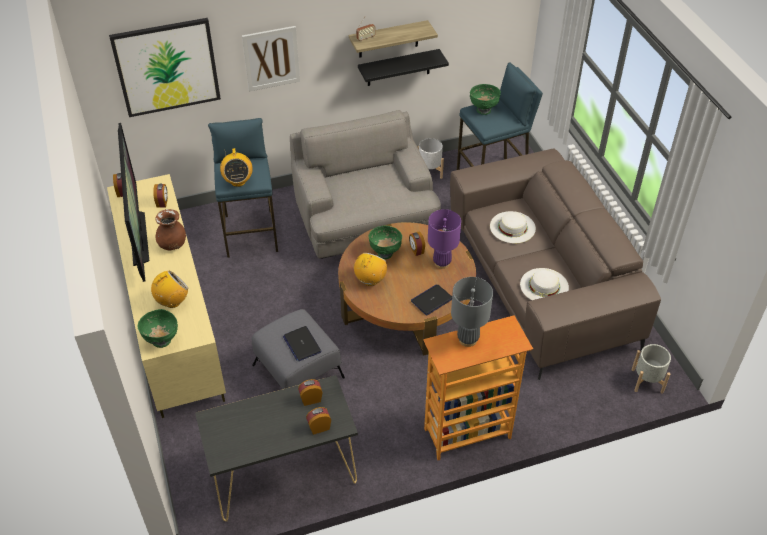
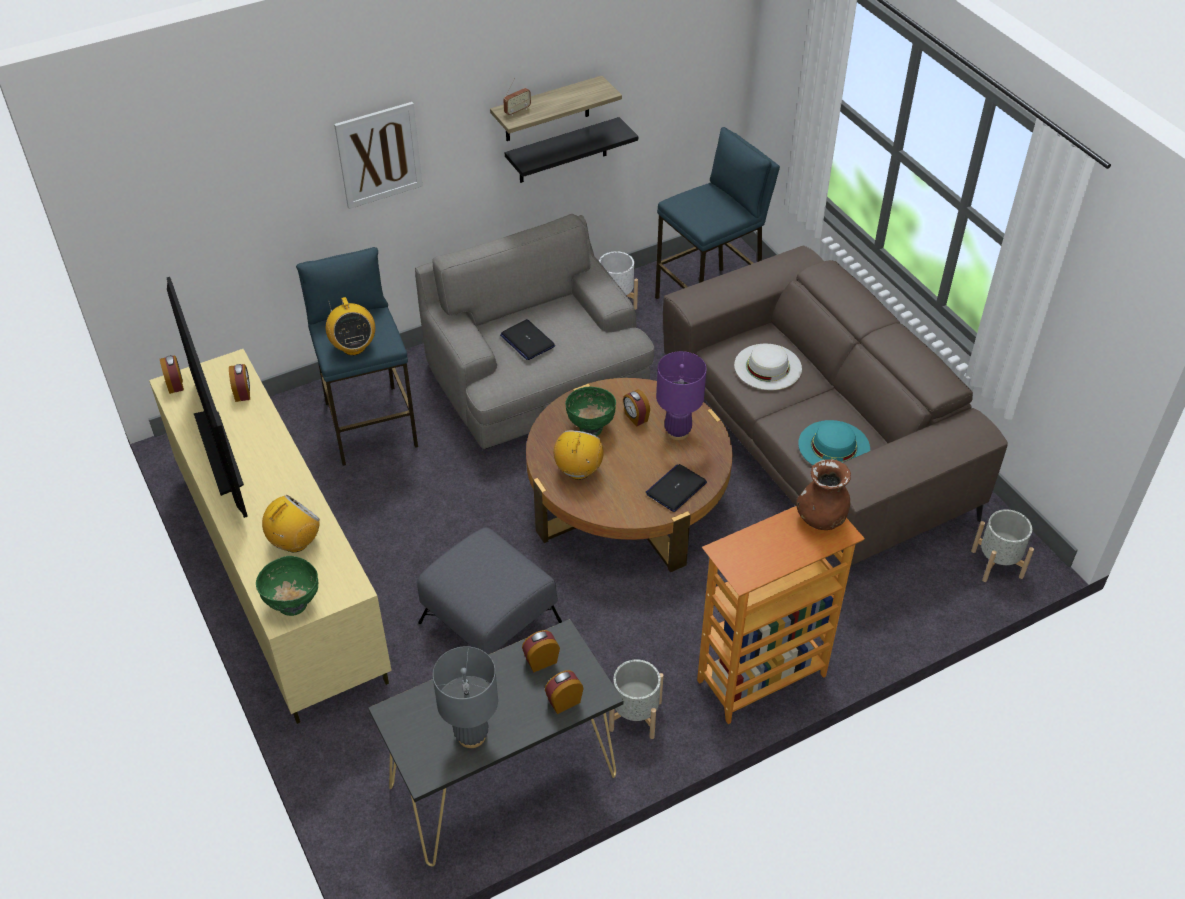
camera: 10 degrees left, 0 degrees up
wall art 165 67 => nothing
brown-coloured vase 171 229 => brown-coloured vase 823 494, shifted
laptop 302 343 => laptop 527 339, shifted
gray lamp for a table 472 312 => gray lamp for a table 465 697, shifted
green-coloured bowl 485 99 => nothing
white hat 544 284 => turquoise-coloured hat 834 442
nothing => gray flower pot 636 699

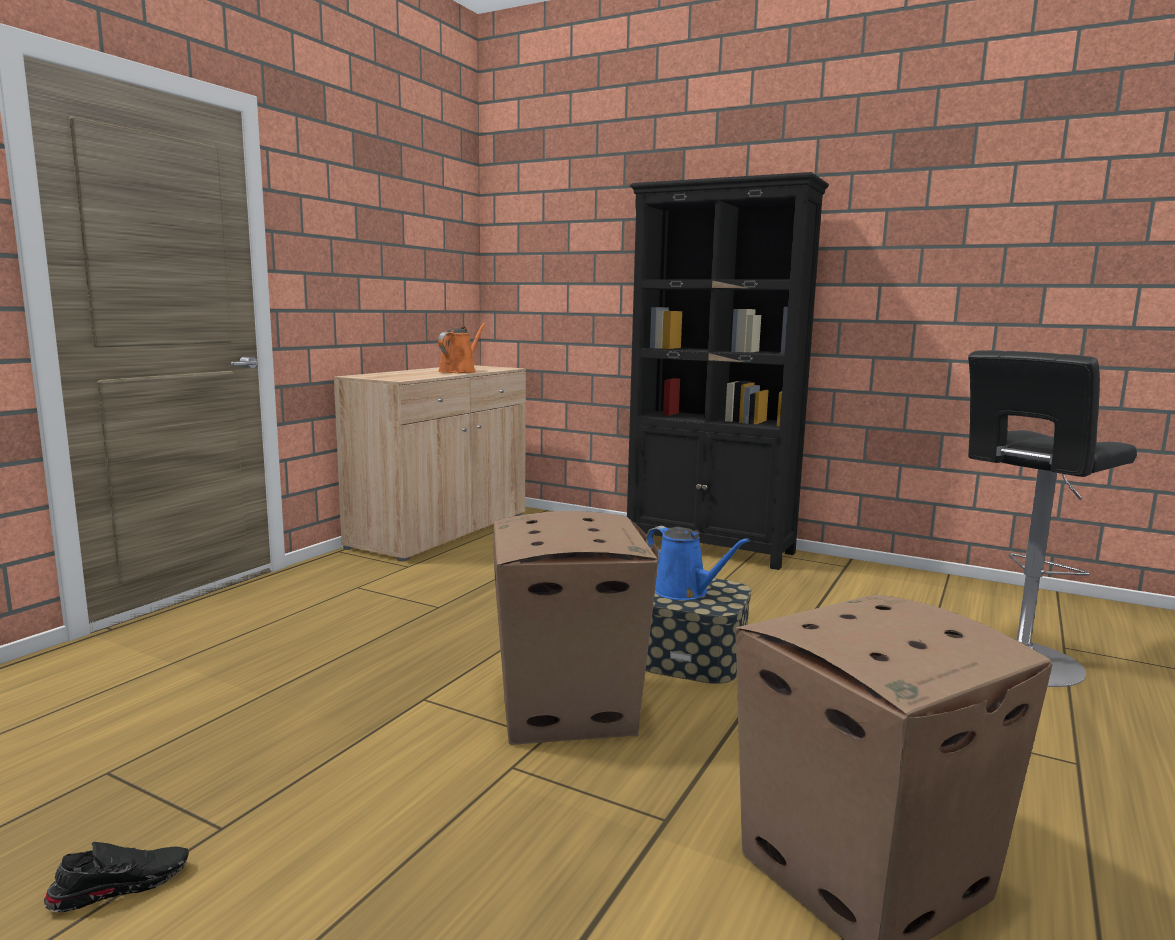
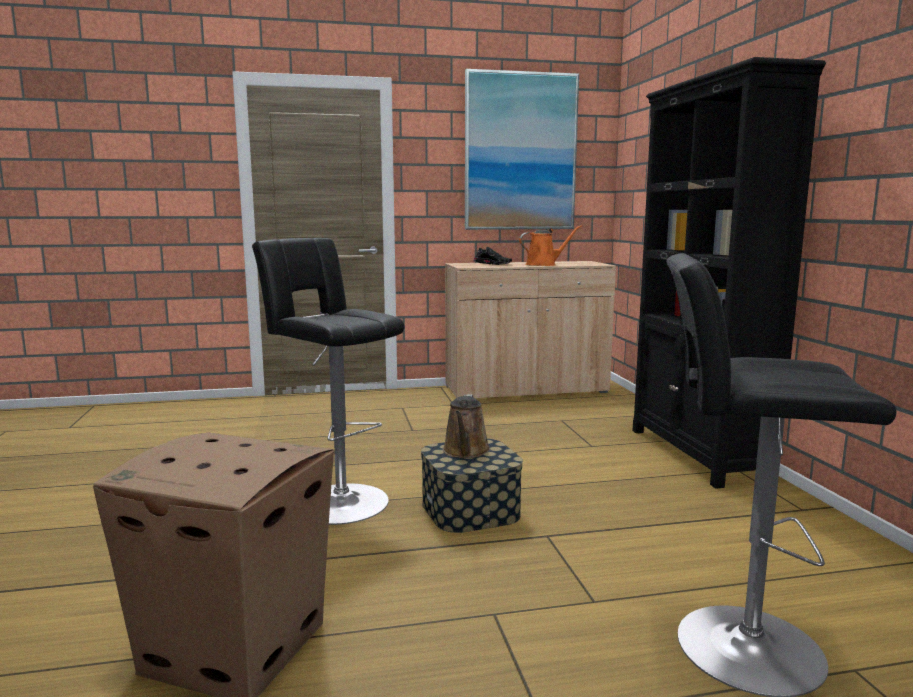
camera: 50 degrees right, 0 degrees up
black shoe 116 877 => black shoe 493 256, shifted
cardboard box 576 628 => black sitting stool 328 381
bluish watering can 698 563 => brown-coloured watering can 466 426
nothing => wall art 522 149

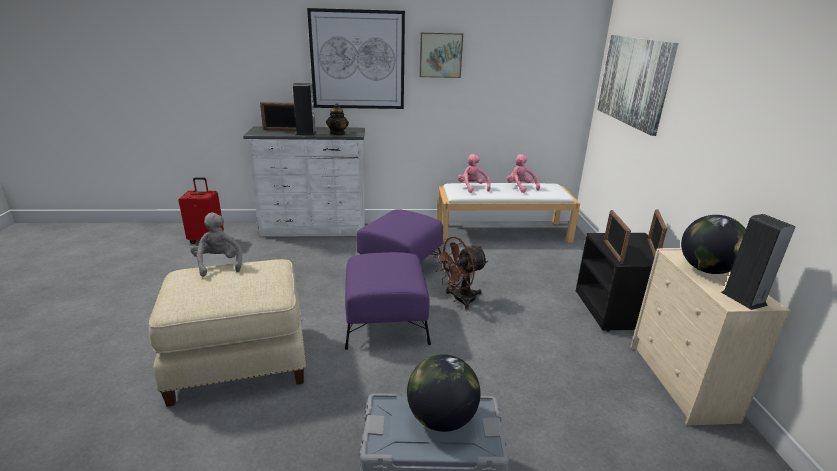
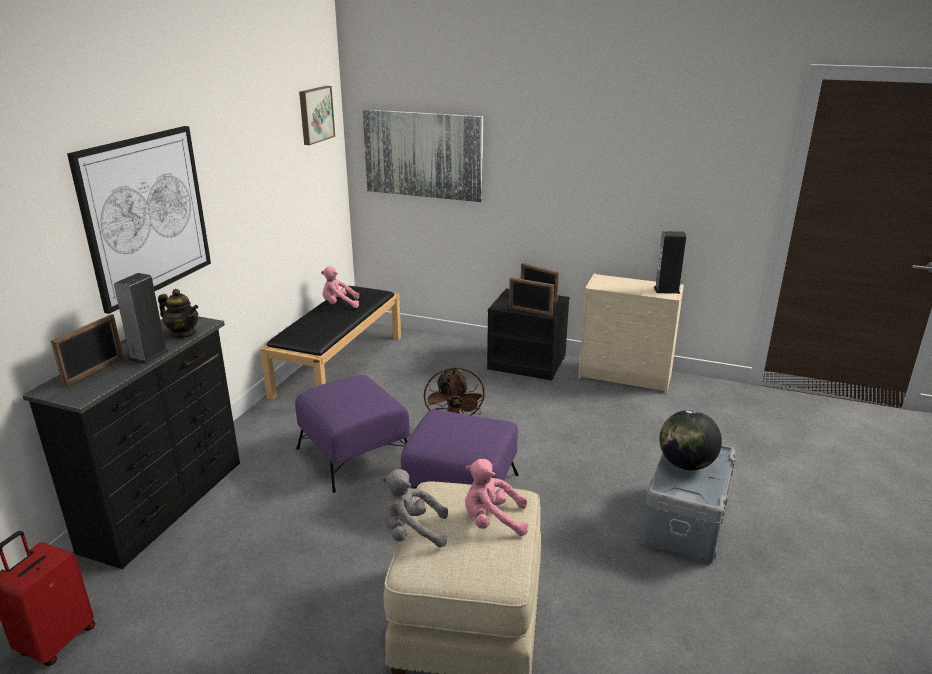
camera: 65 degrees left, 0 degrees up
white dresser 304 182 => black dresser 131 442
wall art 441 55 => wall art 317 115, shifted
white bench 508 213 => black bench 330 343
pink cuddly toy 474 173 => pink cuddly toy 496 497, shifted
world globe 713 244 => nothing

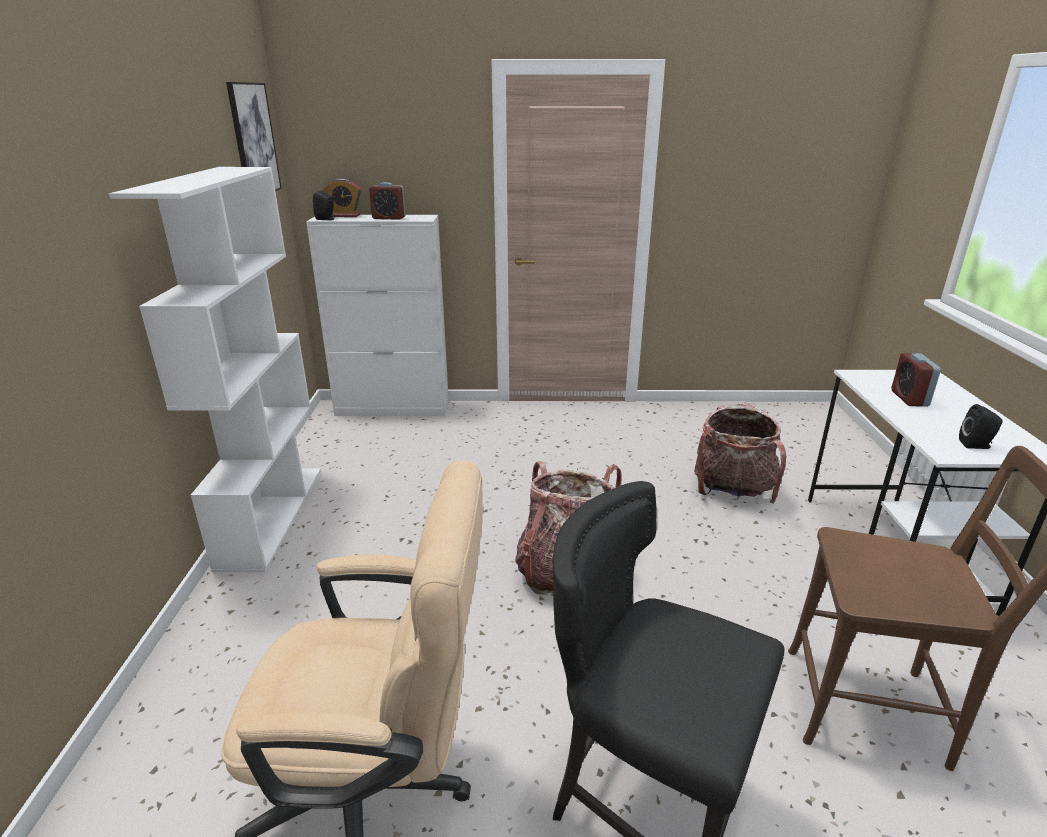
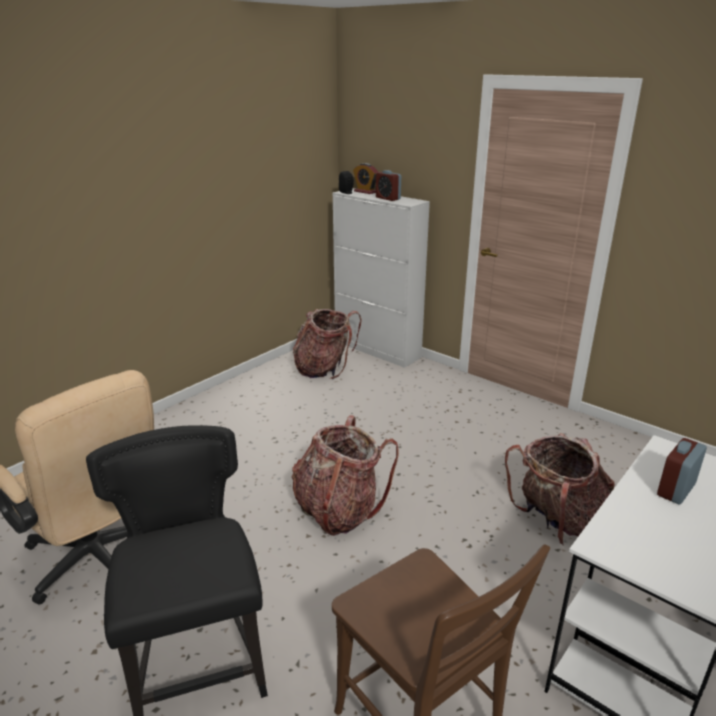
camera: 40 degrees right, 0 degrees up
white bookshelf 215 369 => nothing
wall art 254 136 => nothing
black audio speaker 981 426 => nothing
nothing => backpack 327 344

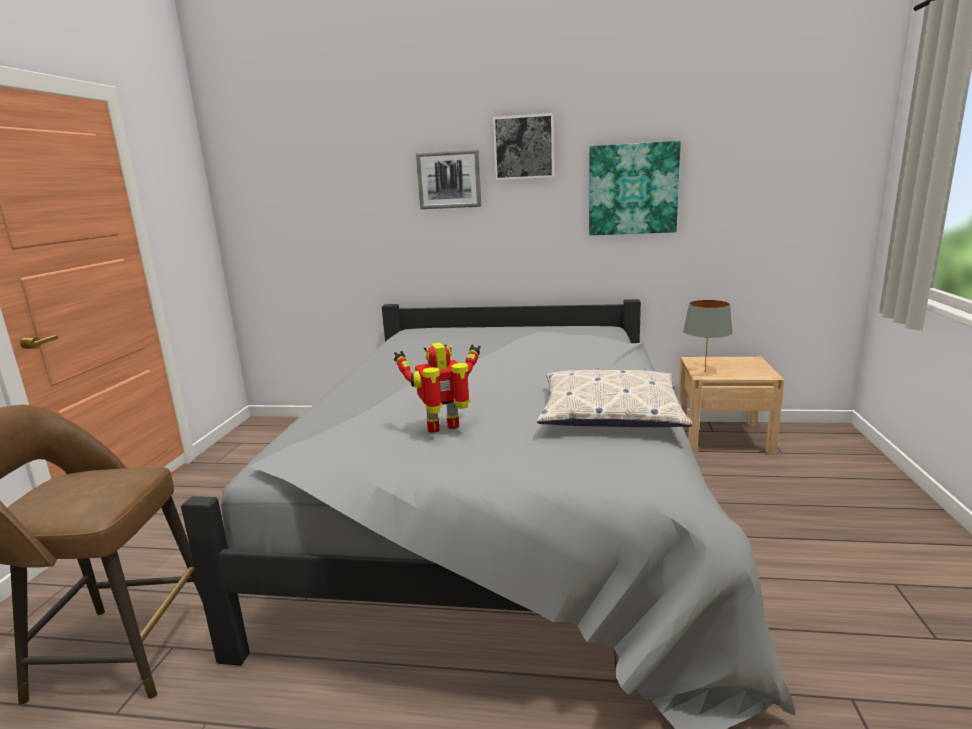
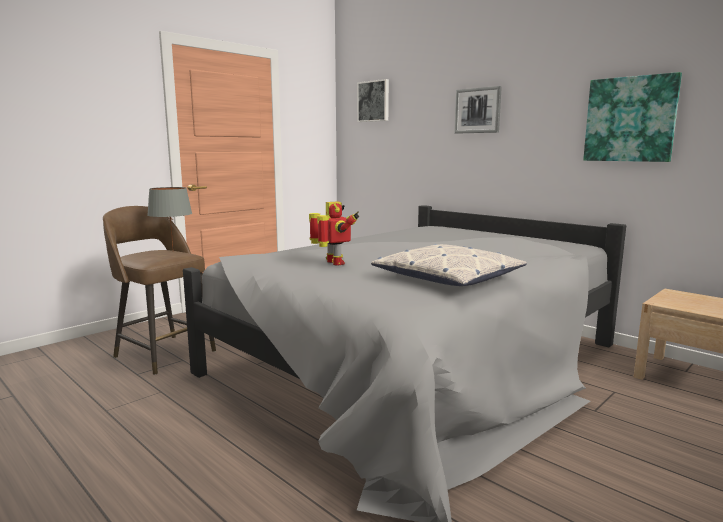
camera: 35 degrees right, 5 degrees down
robot figure 437 387 => robot figure 334 233, 45 degrees clockwise
wall art 523 146 => wall art 373 100, shifted
gray lamp for a table 708 335 => gray lamp for a table 169 217, shifted

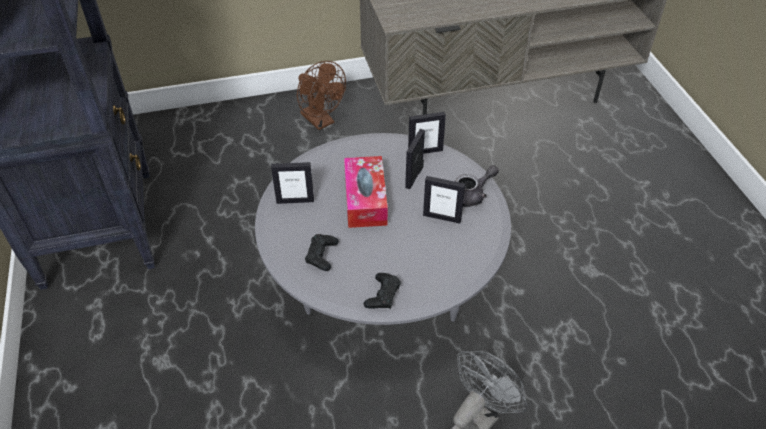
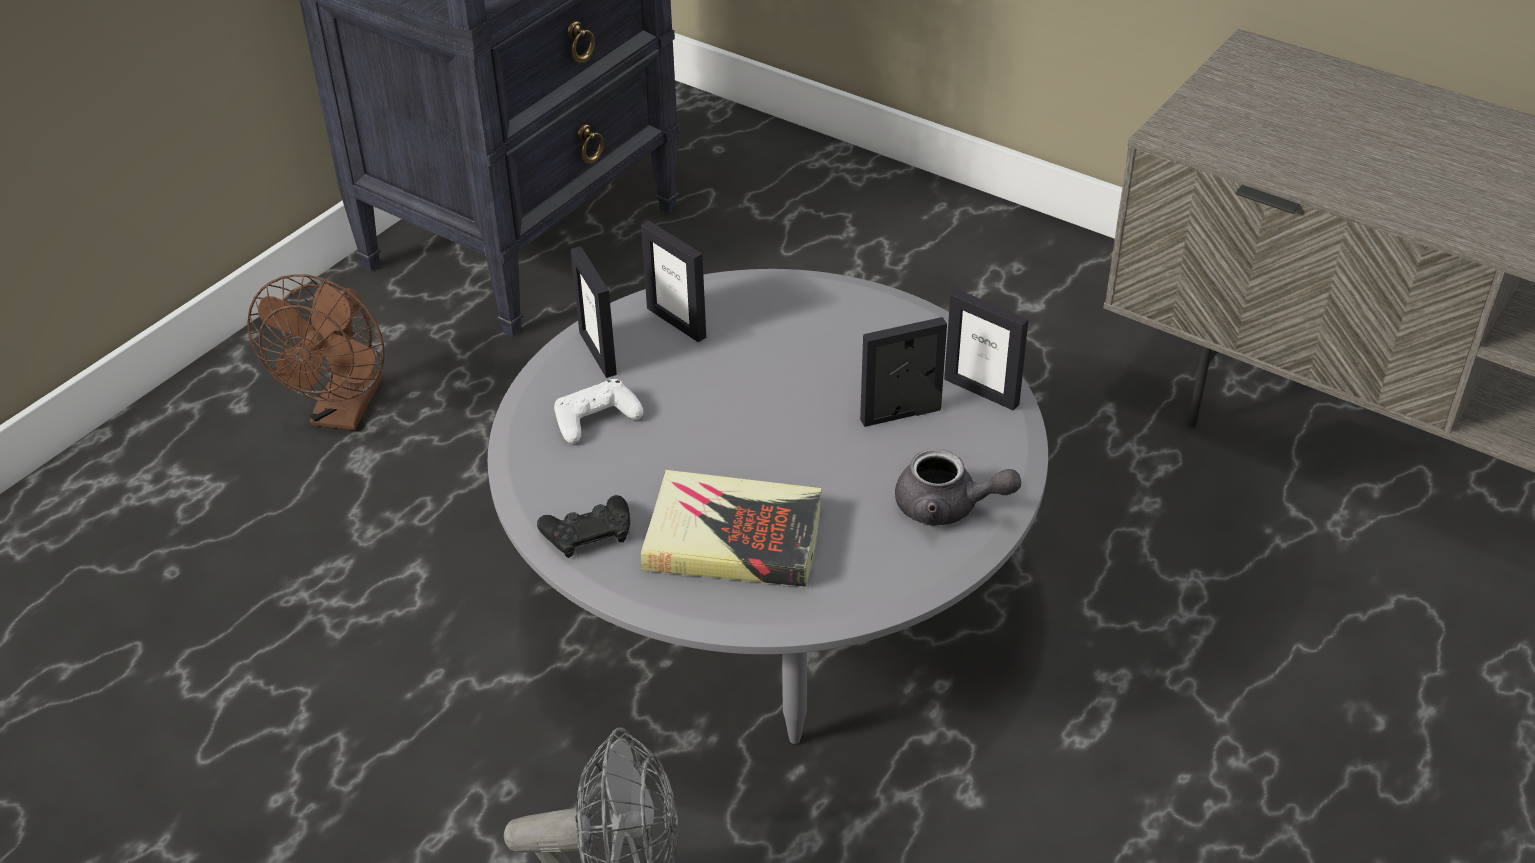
camera: 50 degrees right, 5 degrees down
brown-coloured cooling fan 321 95 => brown-coloured cooling fan 316 352, shifted
black gamepad 322 252 => white gamepad 598 411
box of tissues 366 192 => nothing
photo frame 444 200 => photo frame 593 312, shifted
nothing => volume 731 528

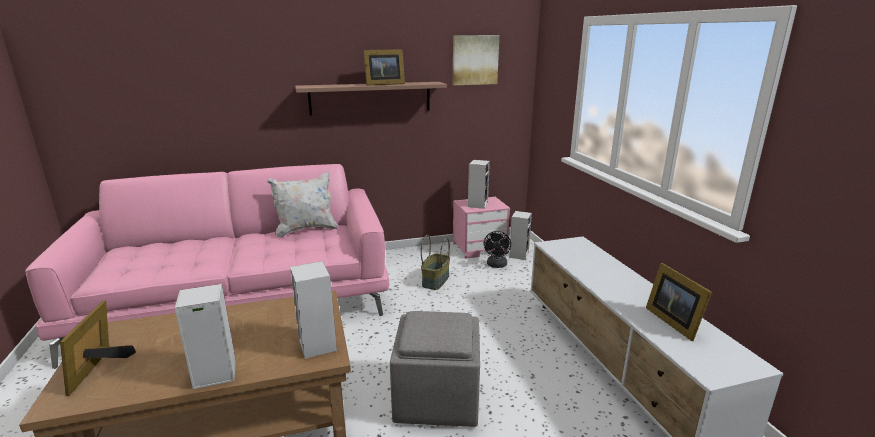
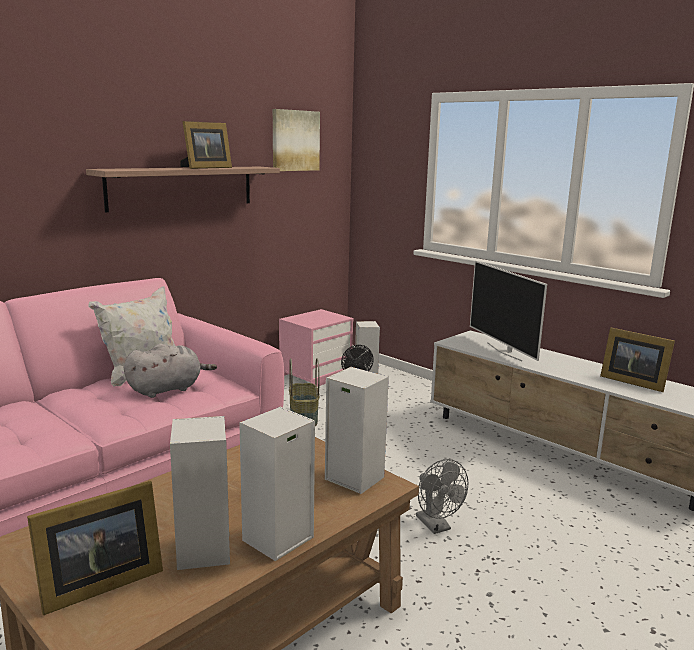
camera: 30 degrees left, 5 degrees down
photo frame 98 348 => photo frame 95 548, 90 degrees counterclockwise
gray footrest 435 369 => gray cooling fan 442 496
audio speaker 479 184 => audio speaker 200 493, shifted
nothing => gray cuddly toy 170 371
nothing => television 508 311

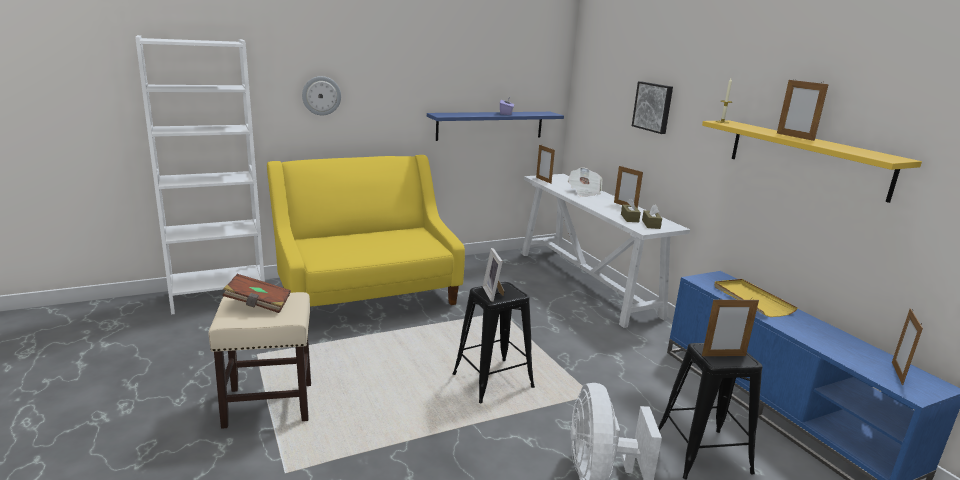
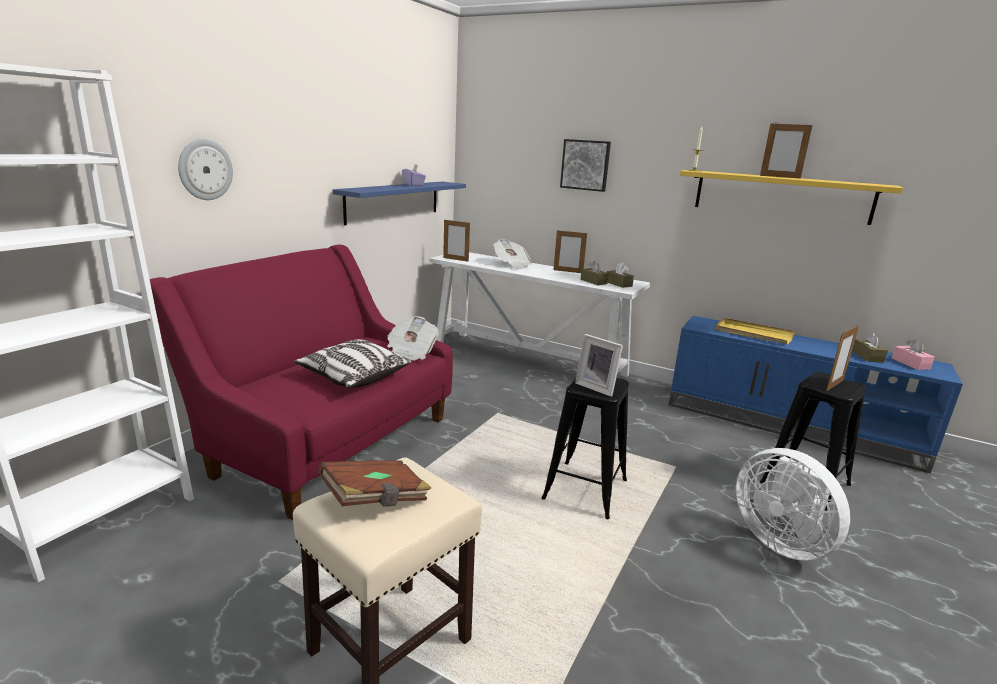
camera: 35 degrees left, 0 degrees up
yellow sofa 366 231 => red sofa 301 382
photo frame 907 346 => pink box of tissues 913 354
nothing => cushion 352 363
nothing => daily paper 413 338
nothing => brown-coloured box of tissues 870 347

